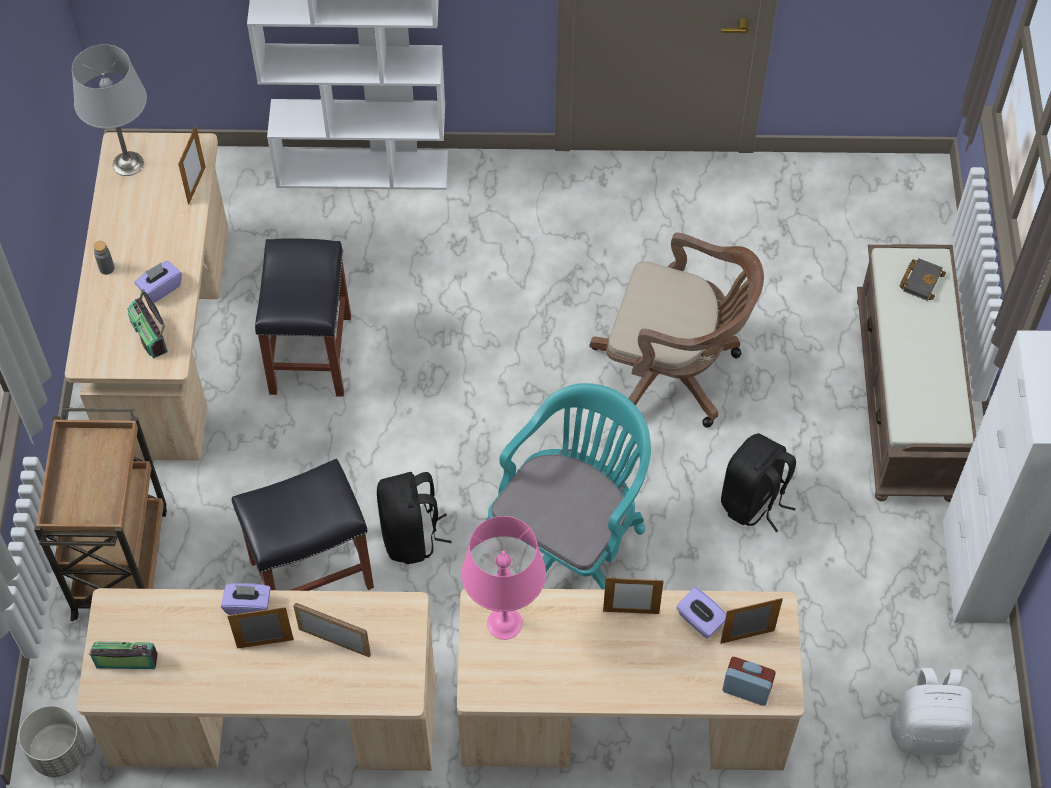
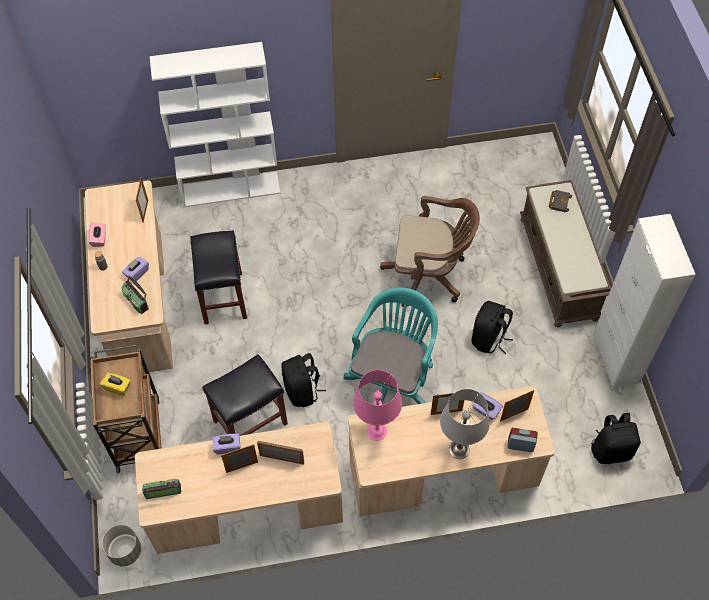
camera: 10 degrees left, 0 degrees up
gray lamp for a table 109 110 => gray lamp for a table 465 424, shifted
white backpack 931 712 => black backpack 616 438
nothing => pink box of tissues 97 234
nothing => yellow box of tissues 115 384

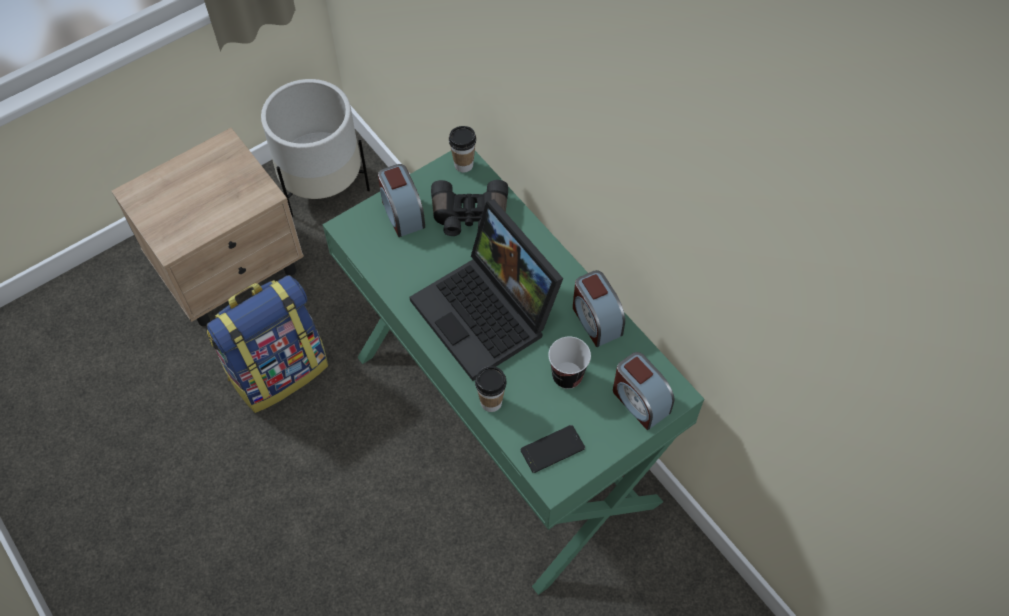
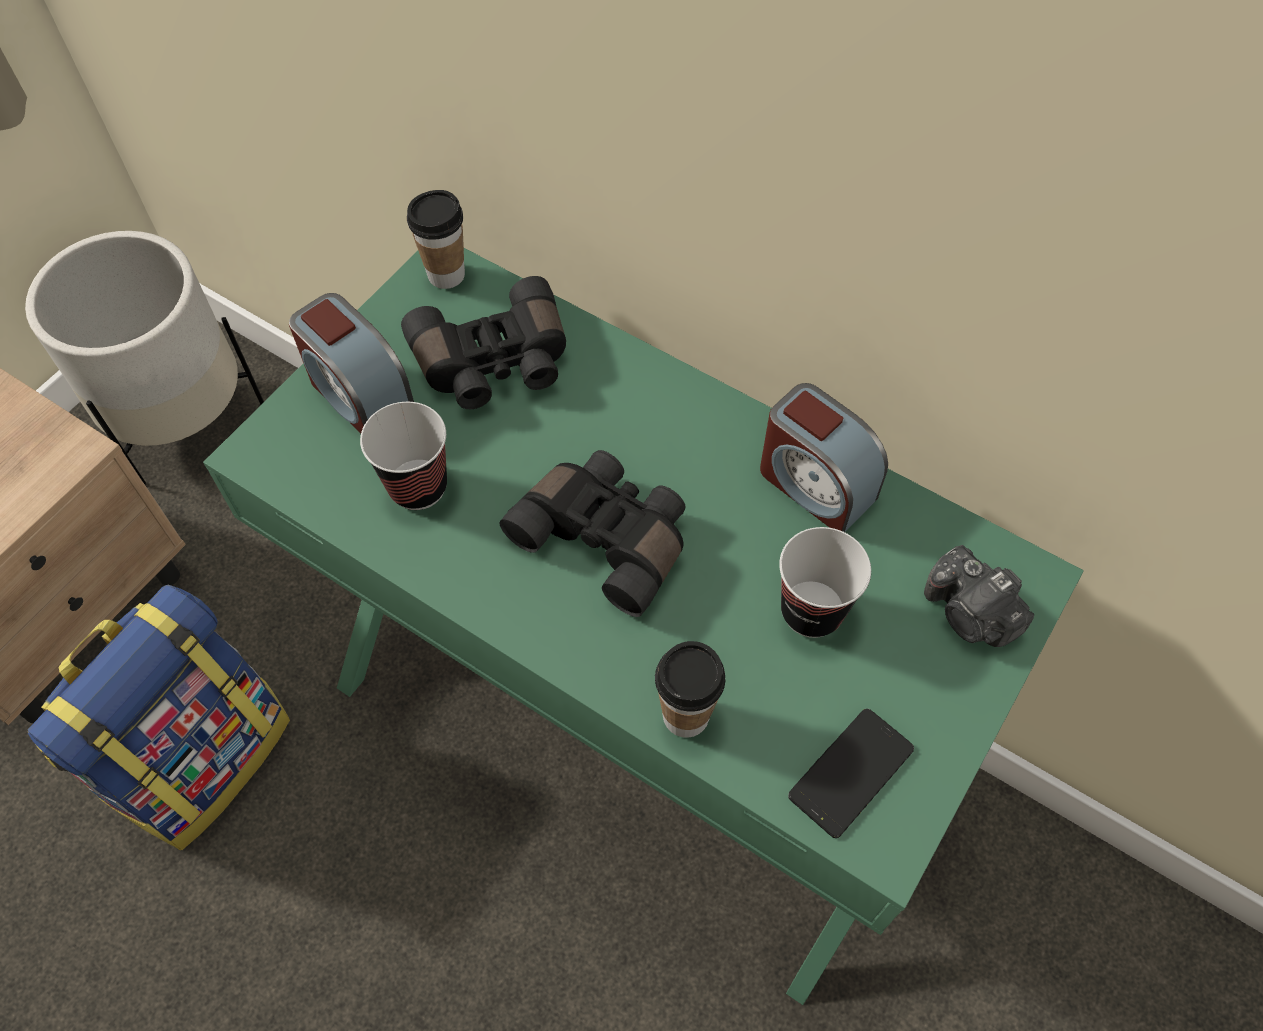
camera: 20 degrees left, 0 degrees up
laptop 486 290 => black binoculars 593 533
alarm clock 644 391 => still camera 979 596
nothing => drinking cup 403 456

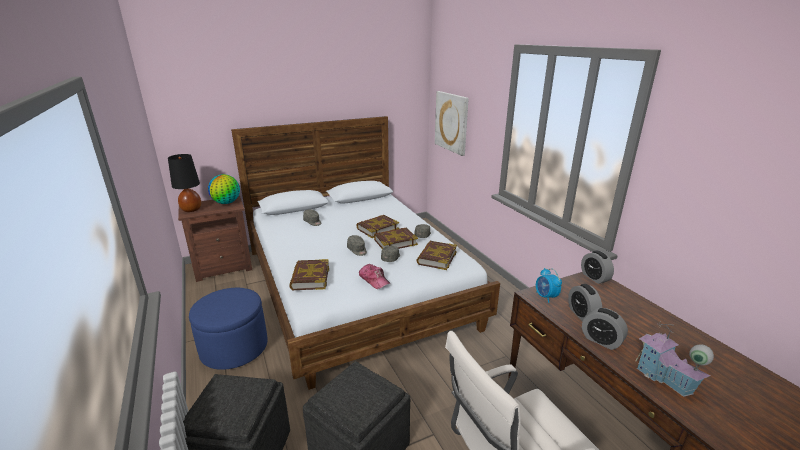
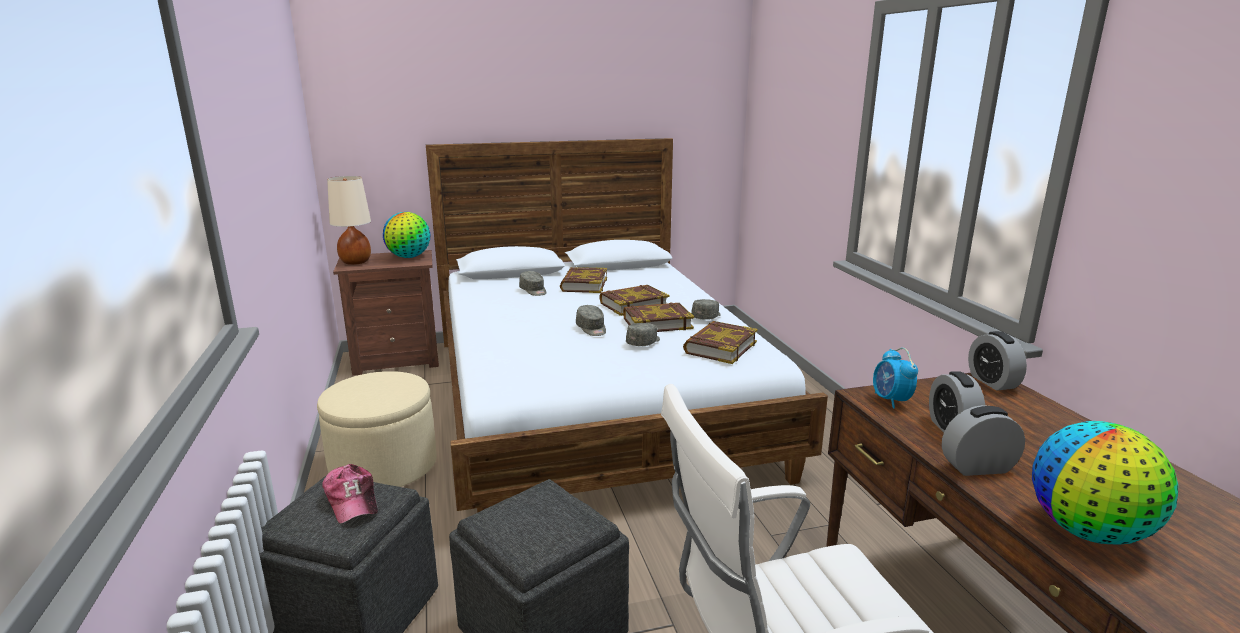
camera: 10 degrees right, 5 degrees down
black lamp for a table 184 183 => beige lamp for a table 349 220
bluish footrest 228 329 => beige footrest 377 429
volume 309 274 => volume 583 280, shifted
cap 375 276 => cap 350 494, shifted
wall art 452 123 => nothing
alarm clock 605 329 => alarm clock 983 440, 120 degrees clockwise
model house 675 359 => world globe 1105 482

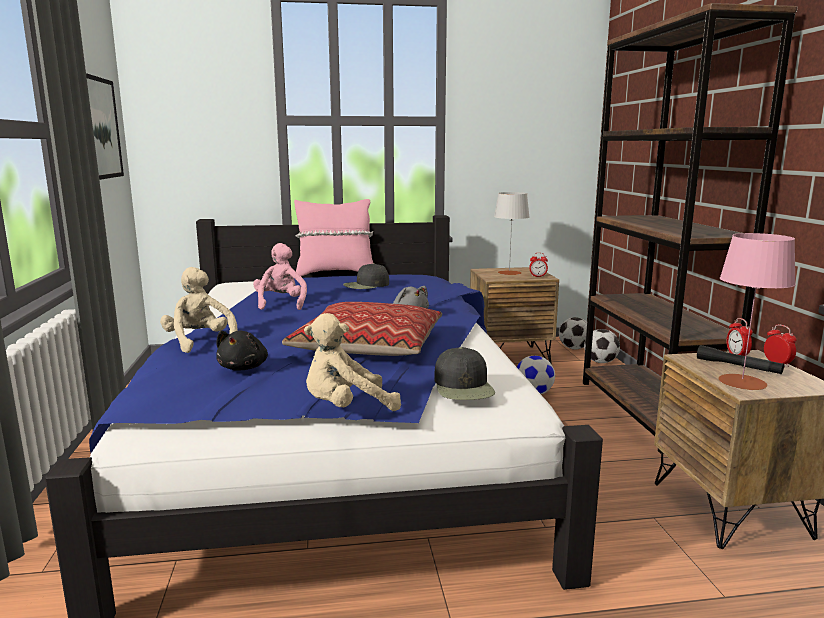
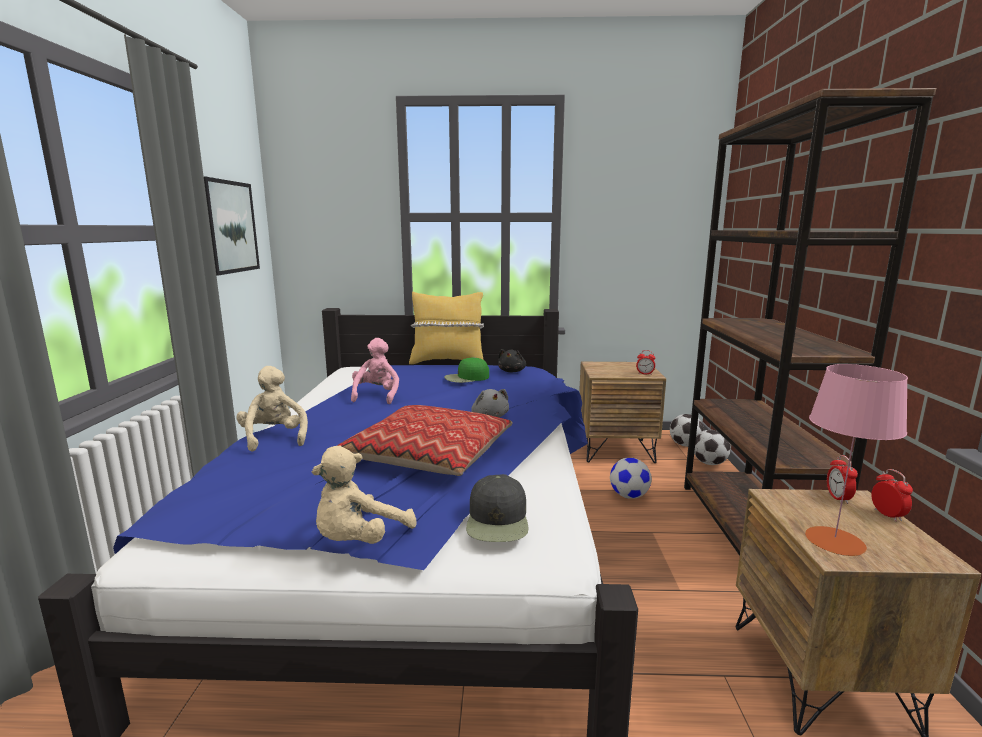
camera: 10 degrees right, 0 degrees up
black cuddly toy 242 350 => black cuddly toy 512 360, shifted
pink cushion 333 237 => yellow cushion 446 328
beige cuddly toy 352 362 => beige cuddly toy 364 495, 45 degrees counterclockwise
black cap 366 276 => green-coloured cap 466 370
gray lamp for a table 512 233 => nothing
black torch 740 359 => nothing

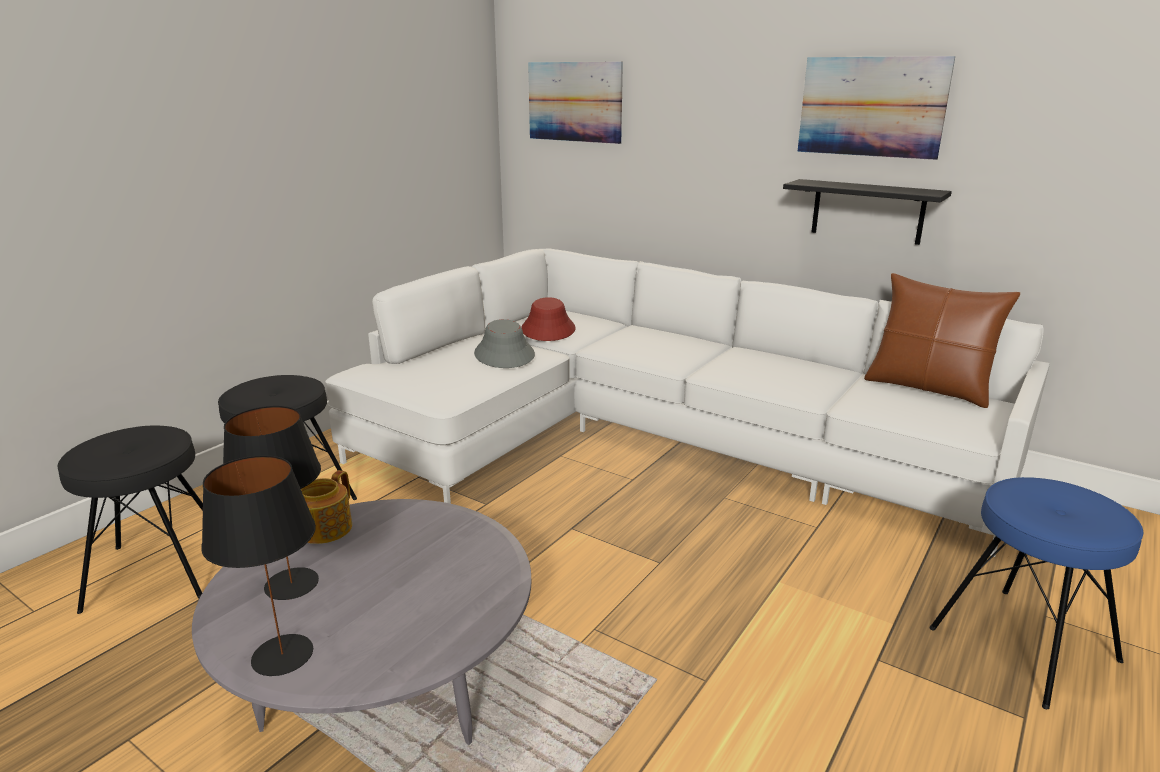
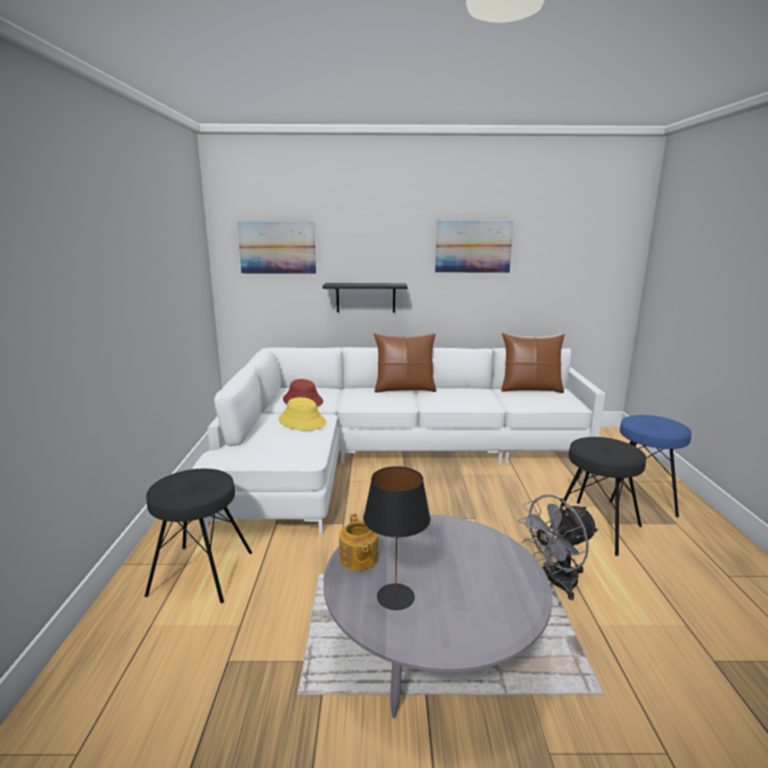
camera: 35 degrees left, 5 degrees down
black sitting stool 130 520 => black sitting stool 598 496, shifted
black lamp for a table 258 565 => nothing
gray hat 504 343 => yellow hat 302 414
black wall shelf 867 212 => black wall shelf 365 297, shifted
nothing => brown-coloured cushion 405 363
nothing => gray cooling fan 558 547

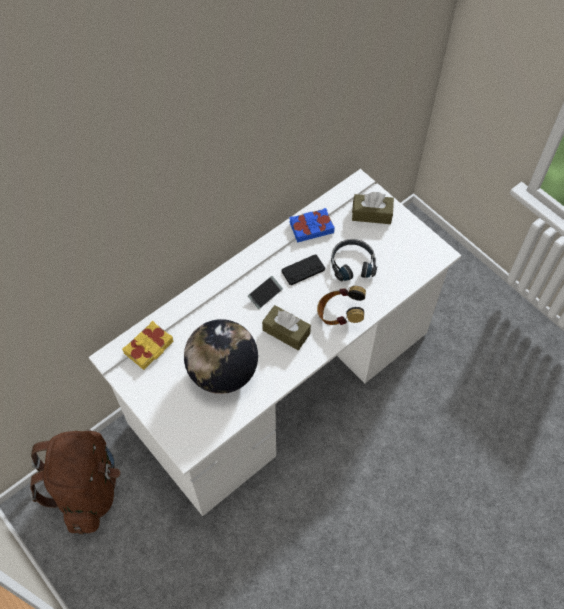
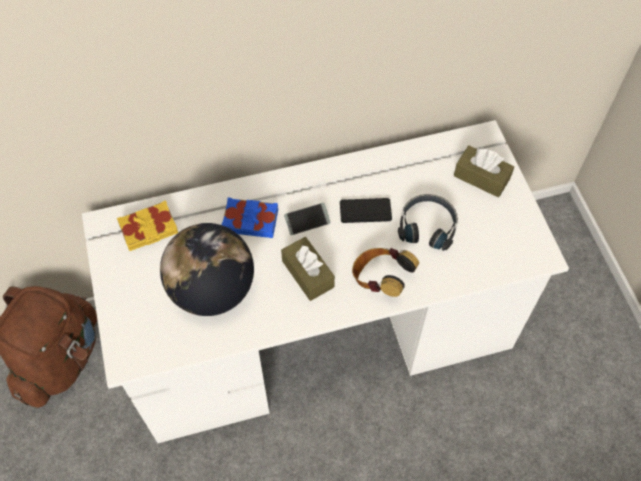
camera: 25 degrees right, 0 degrees up
bluish volume 312 225 => bluish volume 250 218, shifted

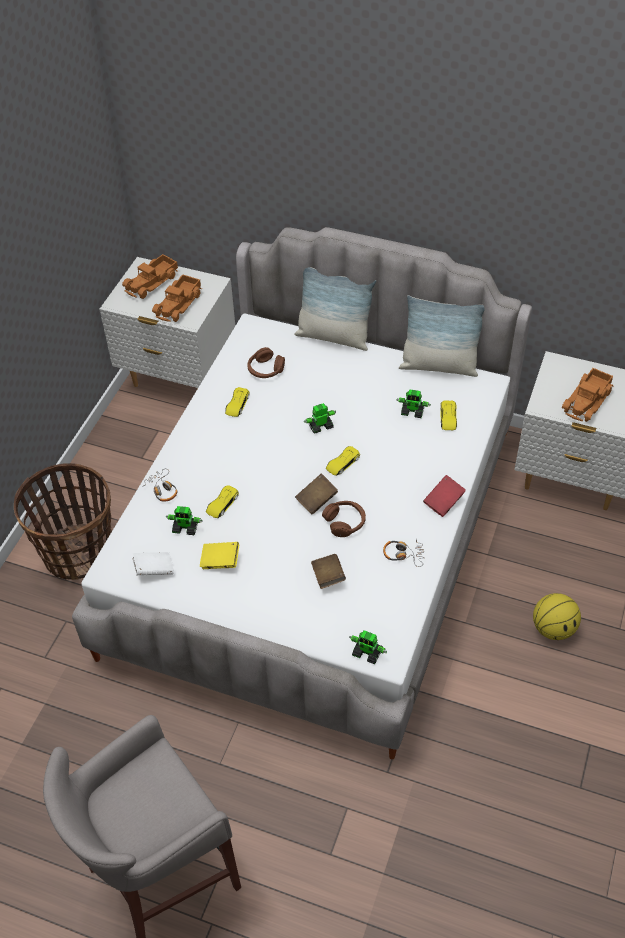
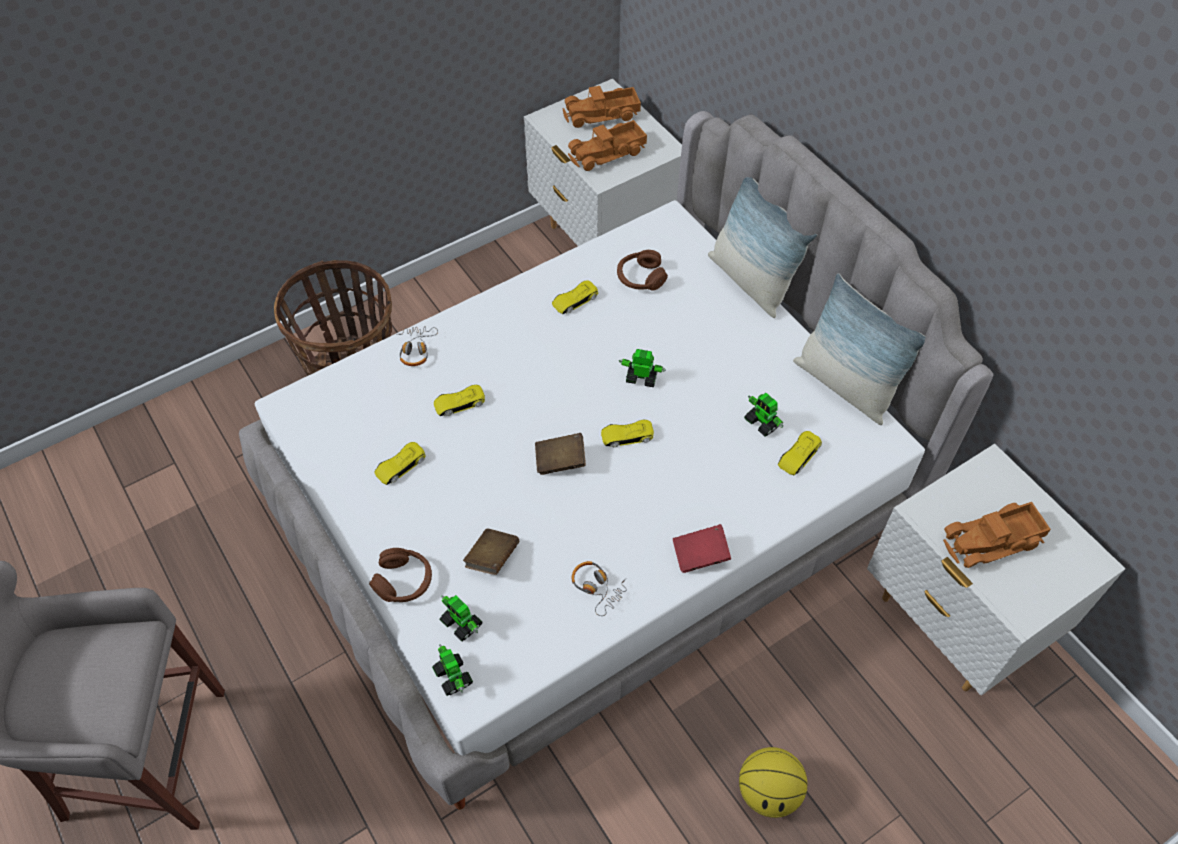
camera: 35 degrees right, 5 degrees up
white volume 153 563 => nothing
robot figure 184 520 => robot figure 461 618, shifted
yellow volume 219 555 => yellow miniature car 400 463
brown-coloured headphones 344 519 => brown-coloured headphones 400 575, shifted

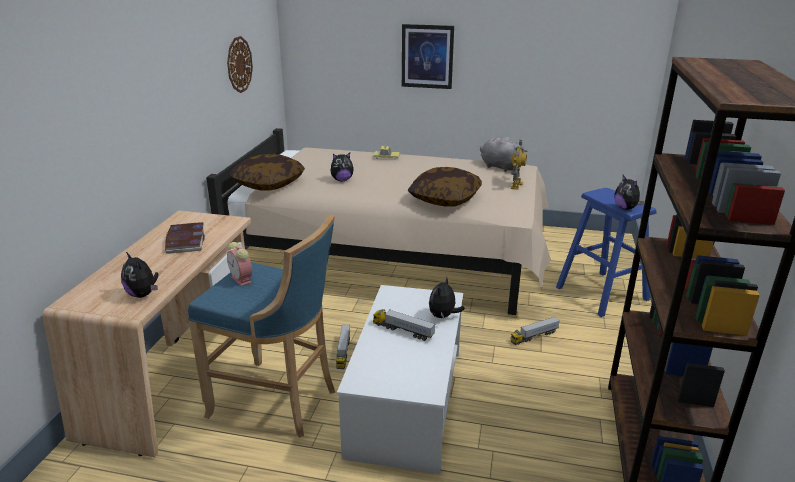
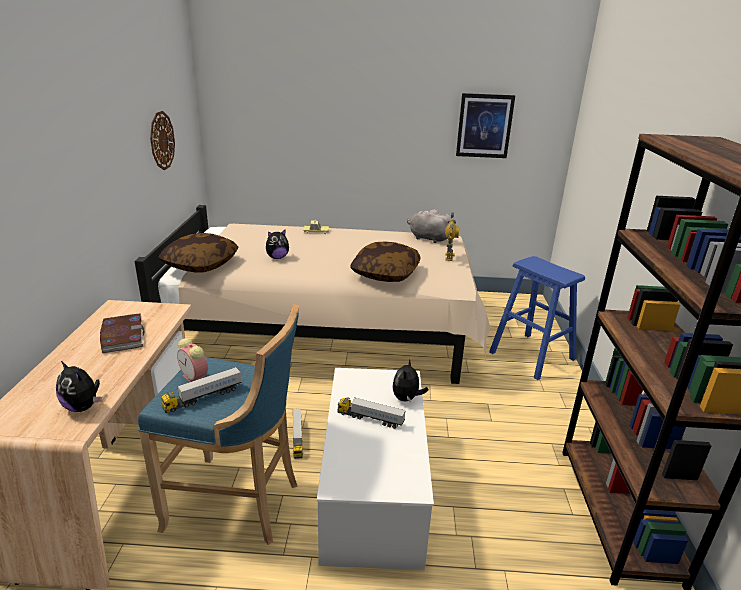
camera: 10 degrees left, 0 degrees up
wall art 428 56 => wall art 485 125, shifted
toy truck 535 331 => toy truck 201 390, shifted
cuddly toy 629 192 => nothing

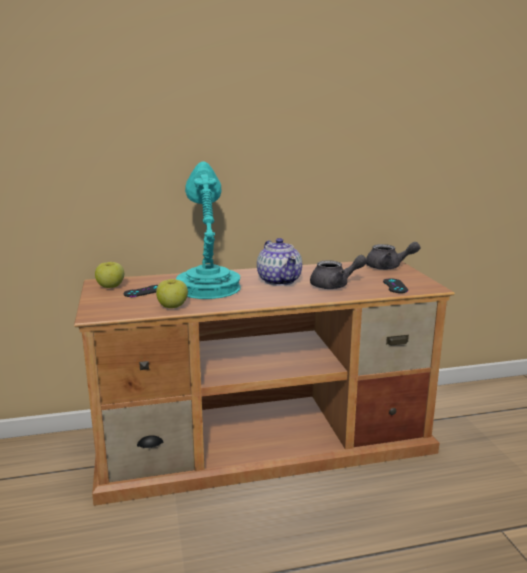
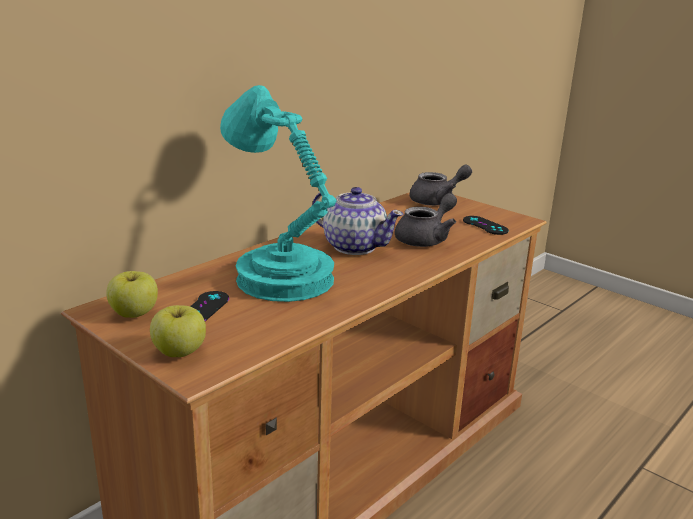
camera: 35 degrees left, 5 degrees up
whole apple 172 293 => whole apple 178 331, shifted

